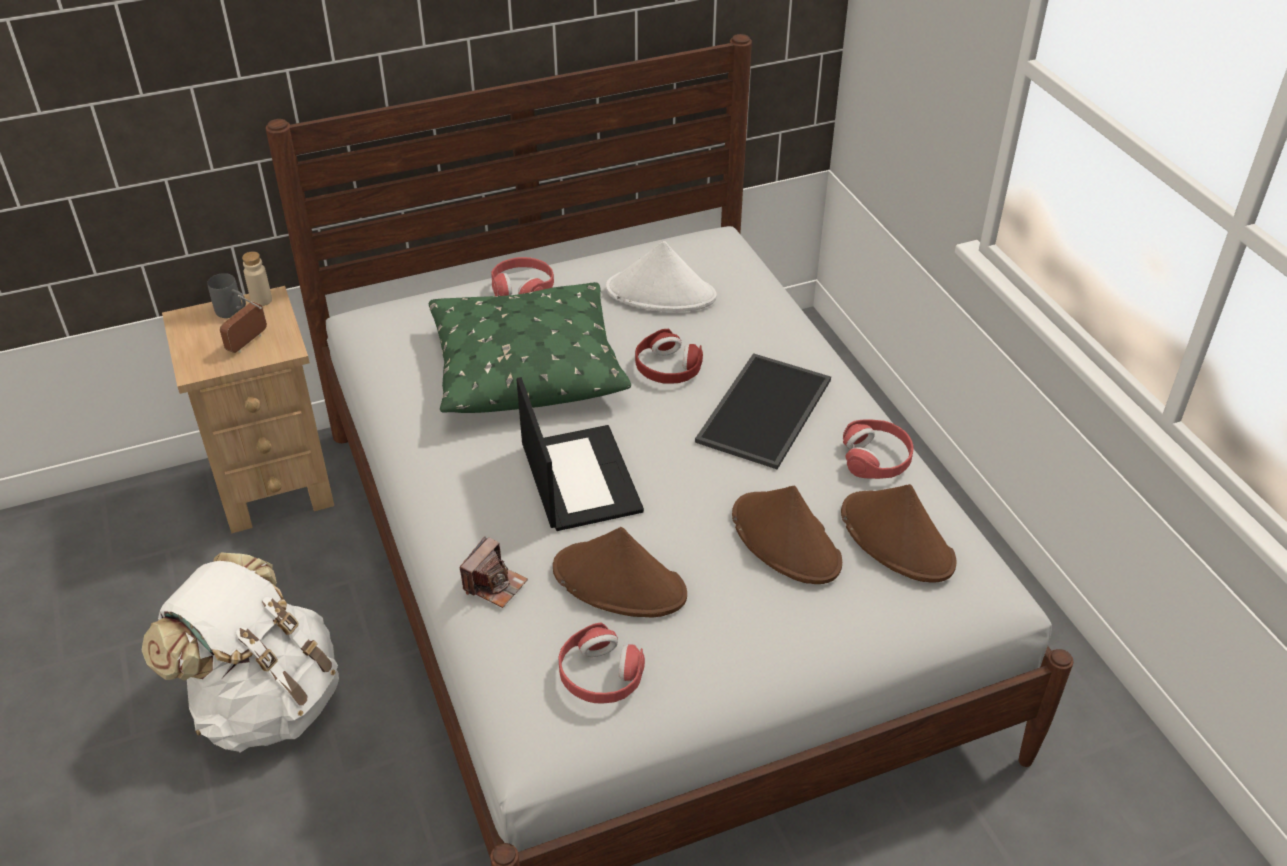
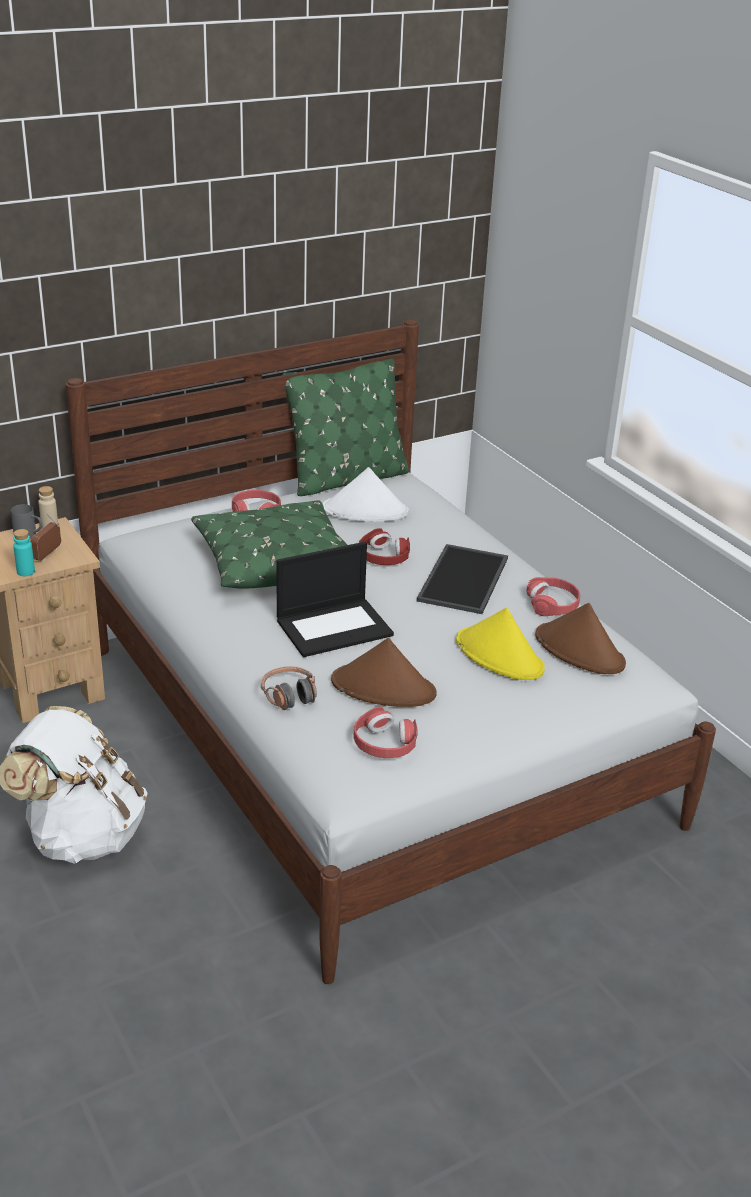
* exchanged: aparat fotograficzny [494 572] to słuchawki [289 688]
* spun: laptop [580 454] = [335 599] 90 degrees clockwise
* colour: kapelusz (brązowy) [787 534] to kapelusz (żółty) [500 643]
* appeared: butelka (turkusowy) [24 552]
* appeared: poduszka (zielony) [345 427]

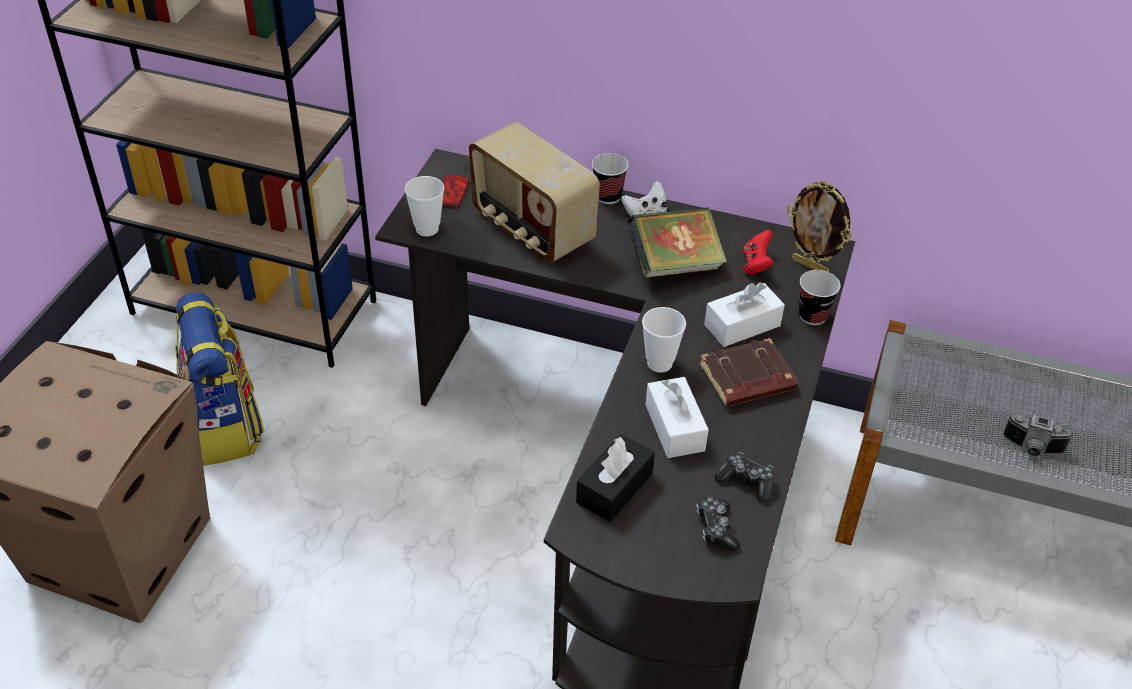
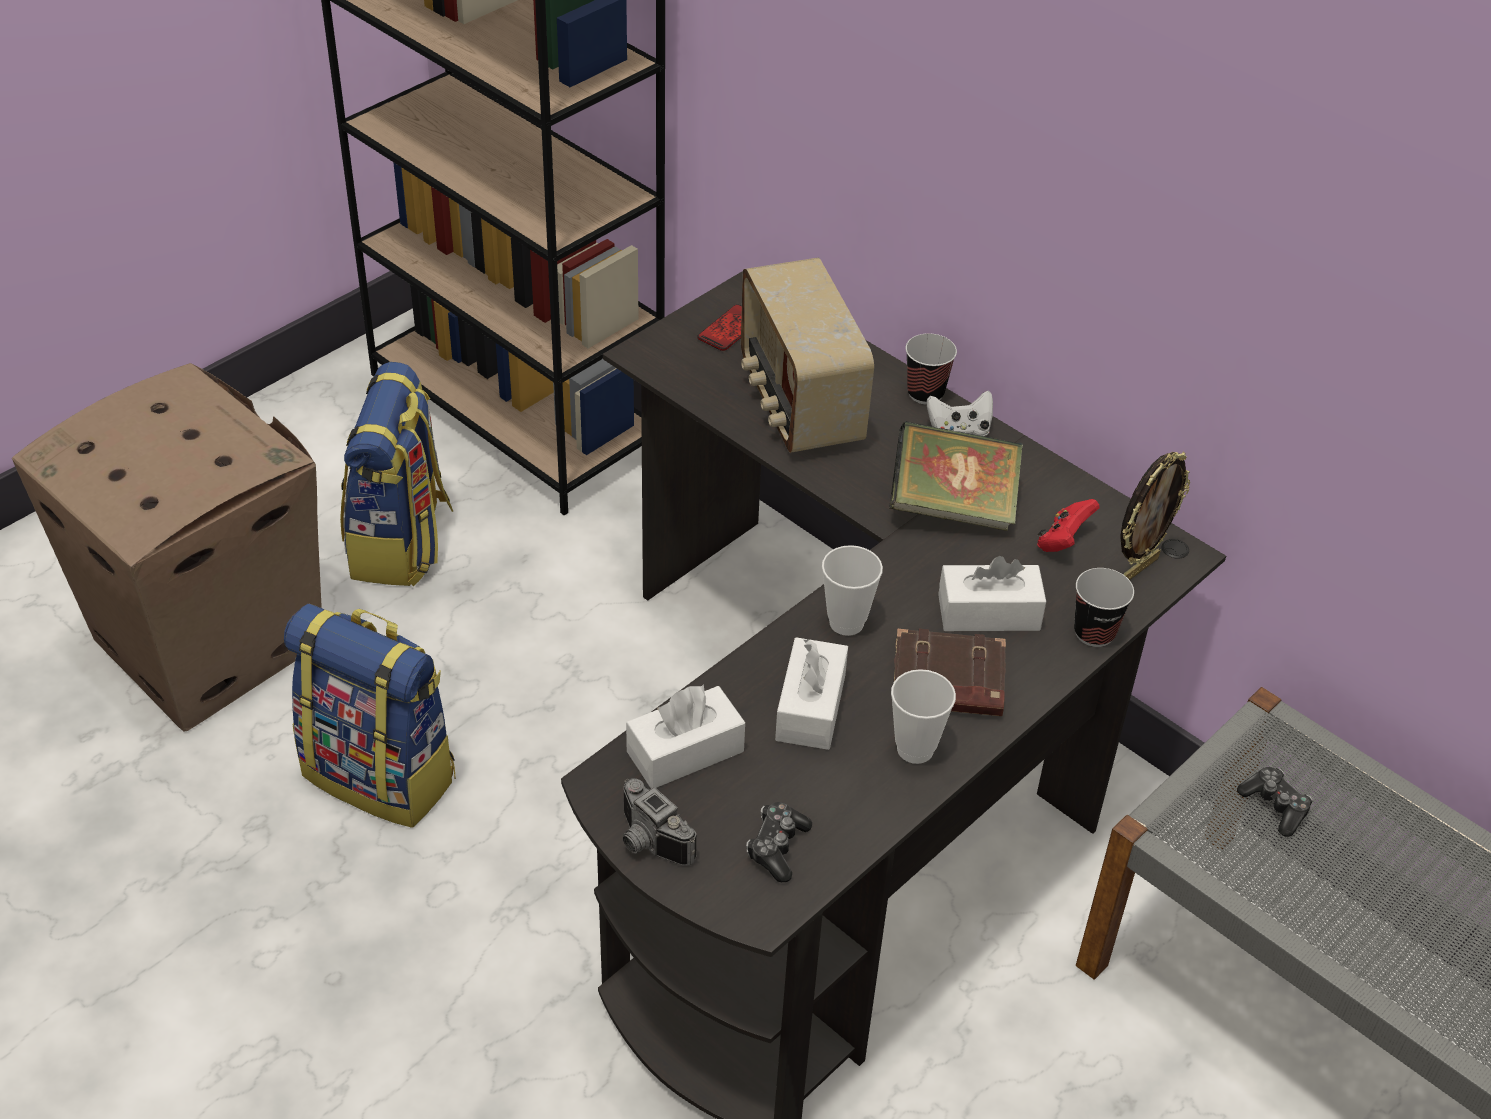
* relocated: filiżanka [424 206] to [923 716]
* colour: pudełko chusteczek (czarny) [615 478] to pudełko chusteczek (biały) [685 736]
* relocated: pad do gier [744 477] to [1275 802]
* spun: ramka na zdjęcie [819 226] = [1155 516] 105 degrees counterclockwise
* relocated: aparat fotograficzny [1038 434] to [659 822]
* appeared: plecak [370 716]

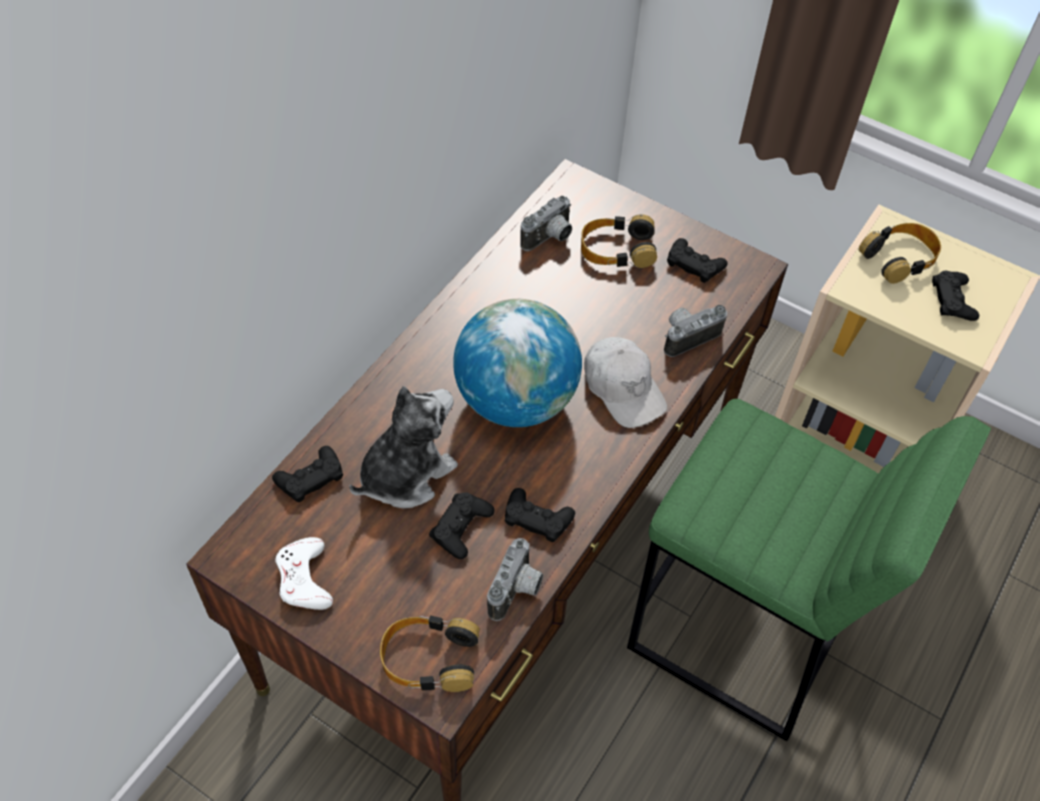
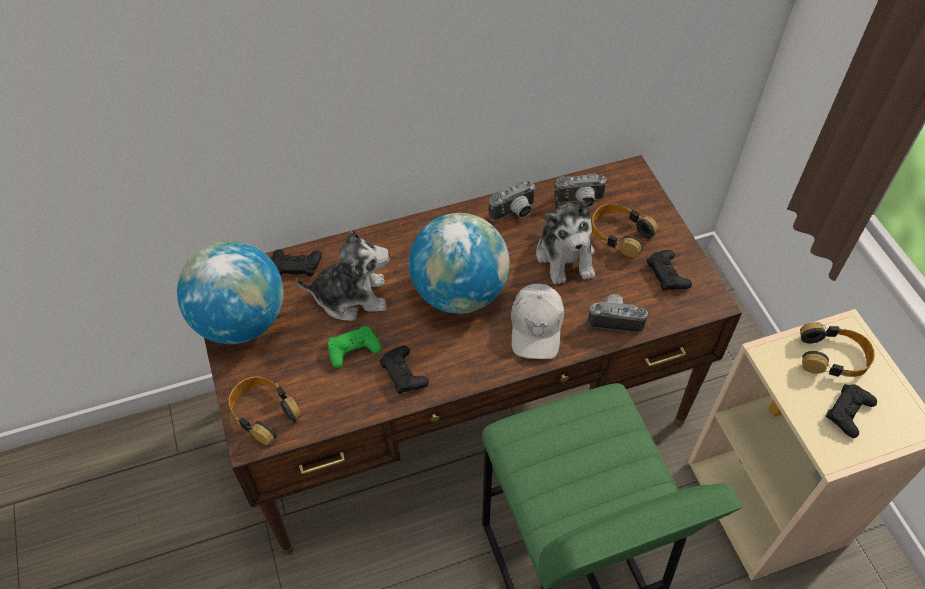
* exchanged: pad do gier (biały) [304 573] to globus [230 292]
* colour: pad do gier (czarny) [461 525] to pad do gier (zielony) [355 346]
* relocated: aparat fotograficzny [515 579] to [512 201]
* appeared: pluszak [565 240]

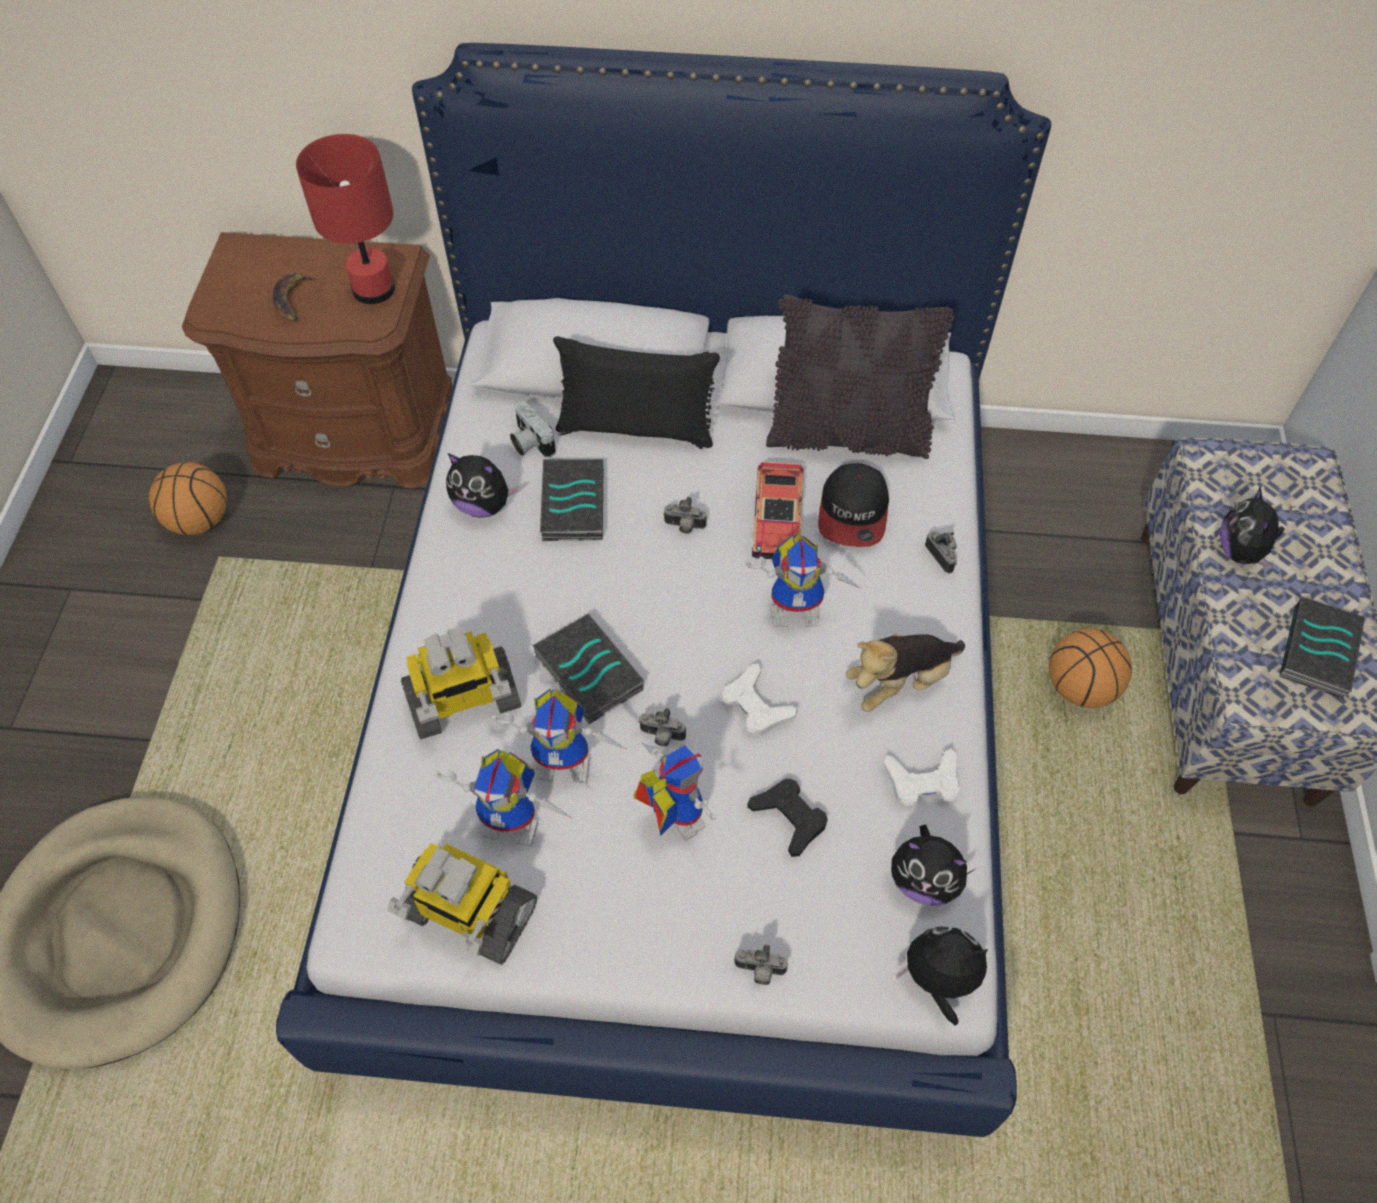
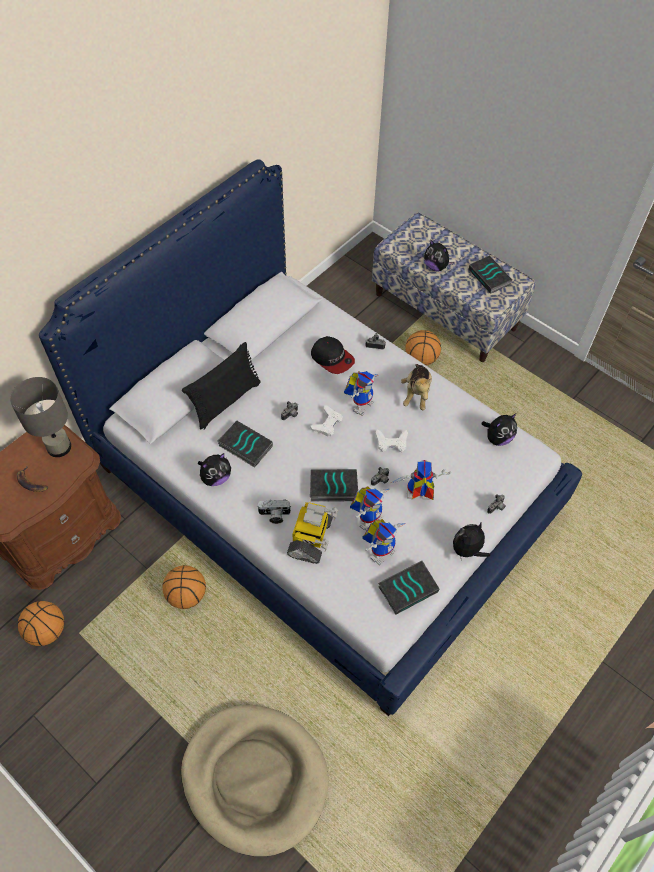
* colour: lampa stołowa (czerwony) [345 219] to lampa stołowa (szary) [40 417]
* exchanged: robot zabawkowy [462 904] to książka [408 588]
* relocated: aparat fotograficzny [533 429] to [274 512]
* missing: pad do gier (czarny) [787 817]
* missing: samochodzik [778 510]
* missing: poduszka (czarny) [860 376]
* relocated: pad do gier (biały) [922 777] to [326 420]
* relocated: pluszak [942 975] to [471 539]
* appeared: piłka do koszykówki [184 587]

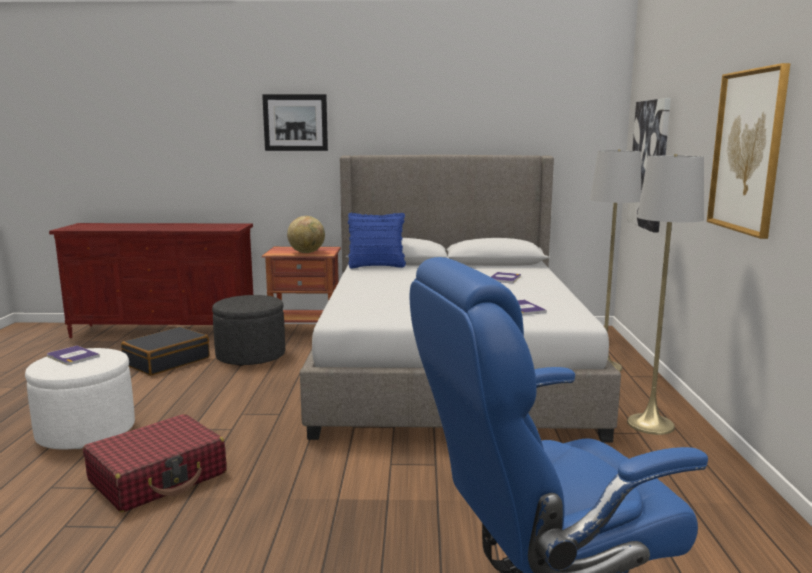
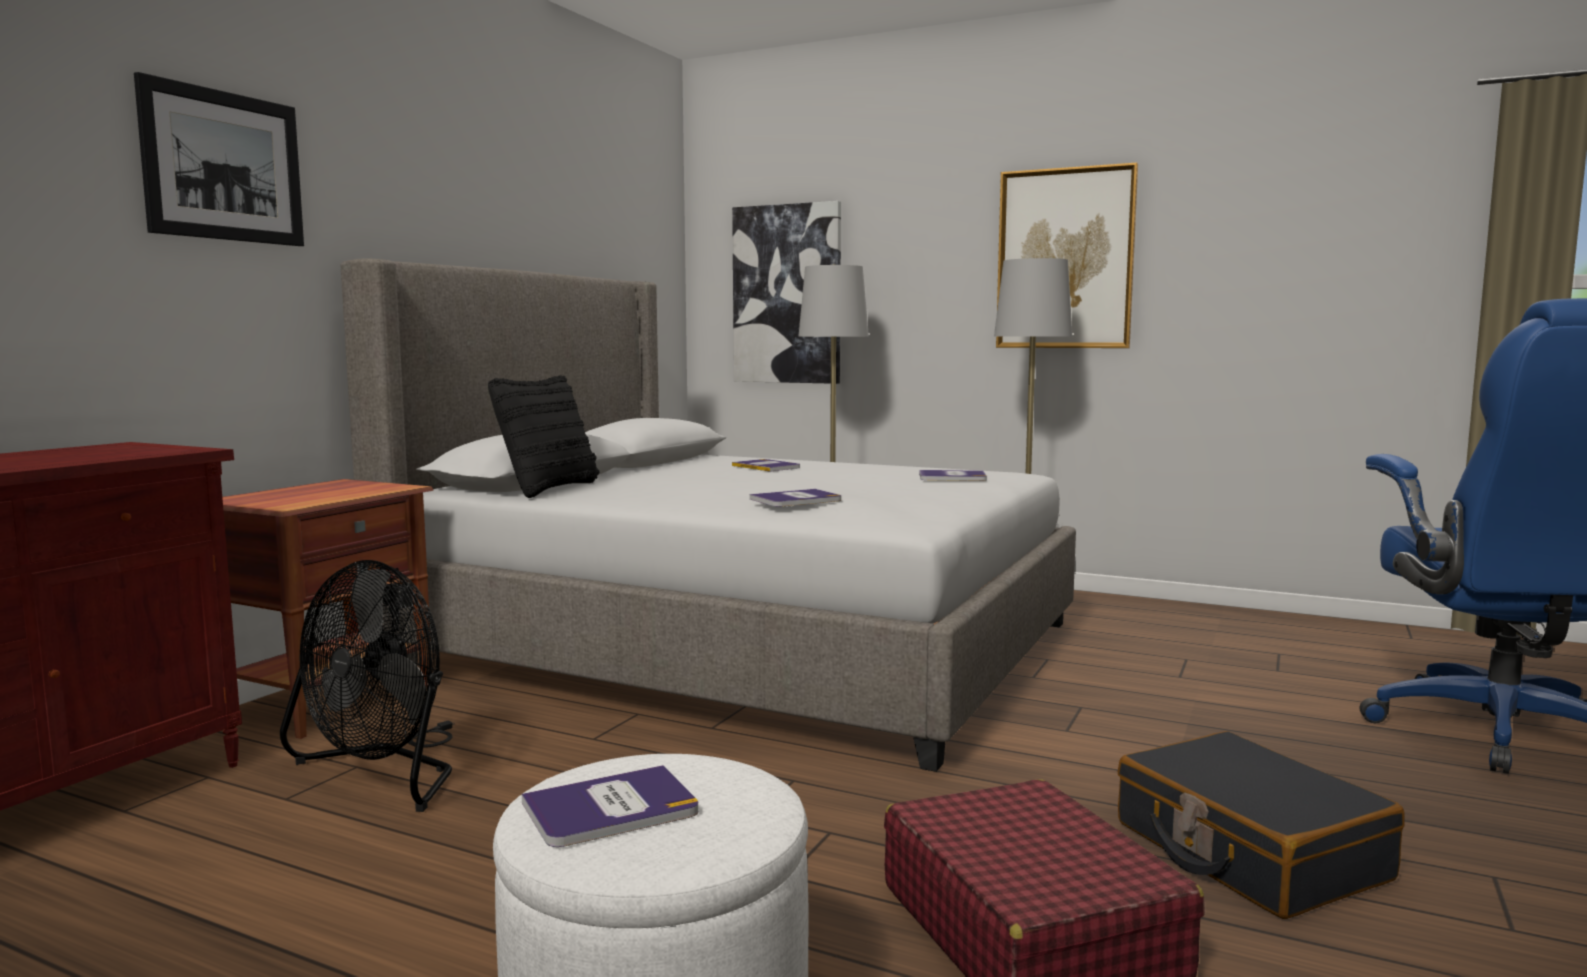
* relocated: walizka (czarny) [165 351] to [1261 825]
* exchanged: pufa (szary) [248 330] to wentylator (czarny) [367 686]
* missing: globus [306 234]
* colour: poduszka (niebieski) [377 241] to poduszka (czarny) [544 436]
* appeared: książka [795 498]

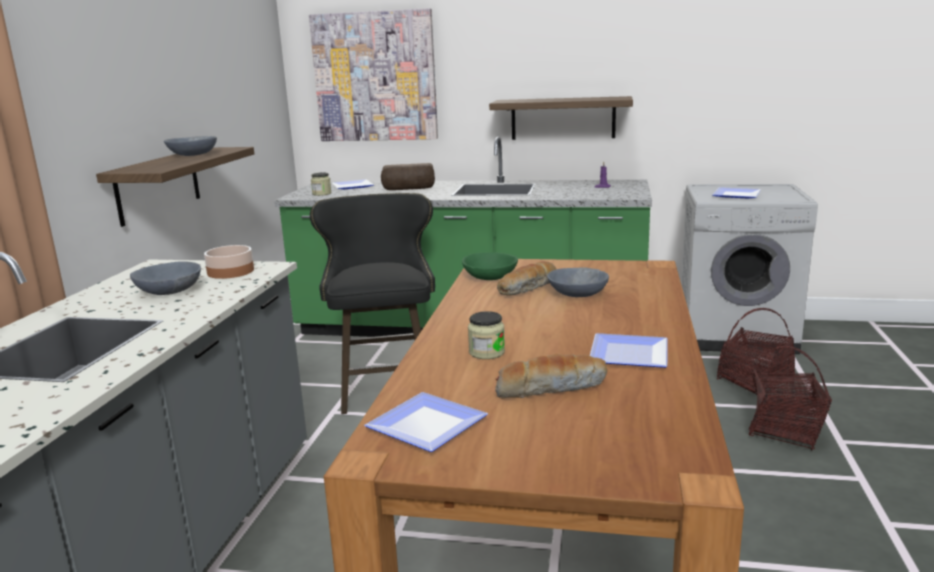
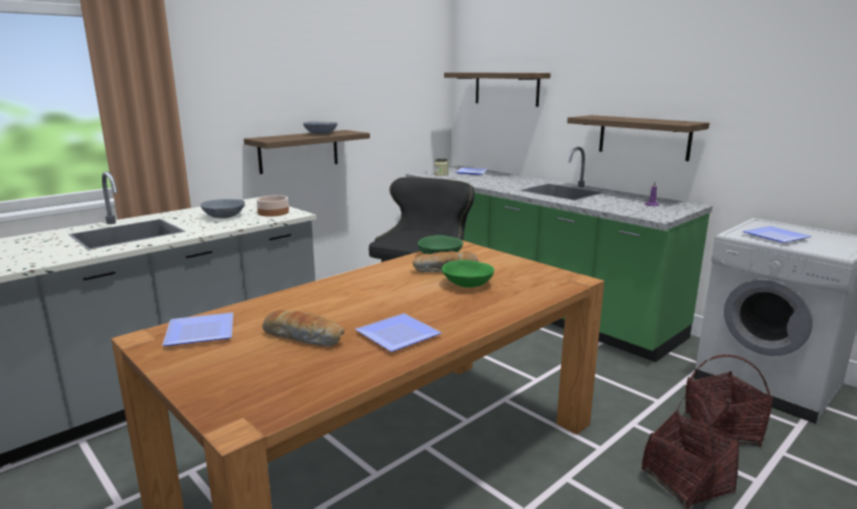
* exchanged: obraz [373 74] to półka [497 89]
* missing: chleb [408 176]
* missing: słoik [486 335]
* colour: miska (szary) [578 282] to miska (zielony) [468 274]

